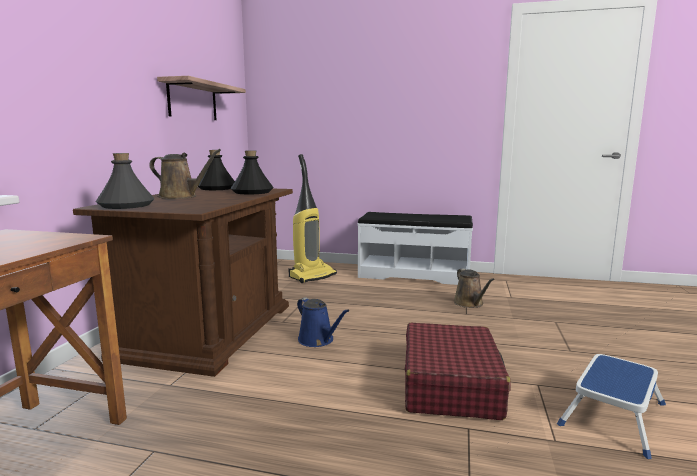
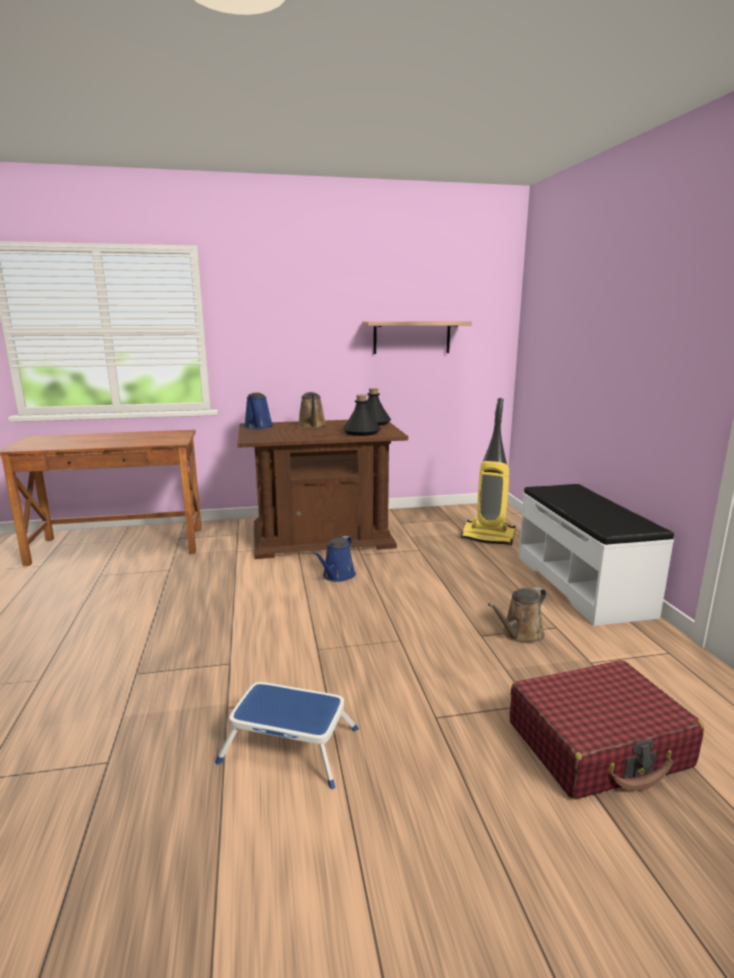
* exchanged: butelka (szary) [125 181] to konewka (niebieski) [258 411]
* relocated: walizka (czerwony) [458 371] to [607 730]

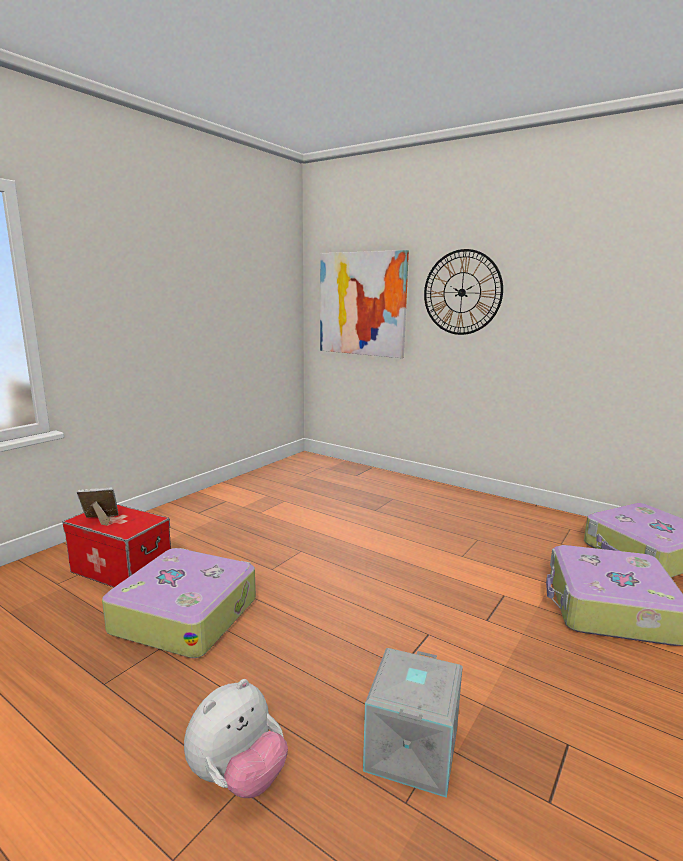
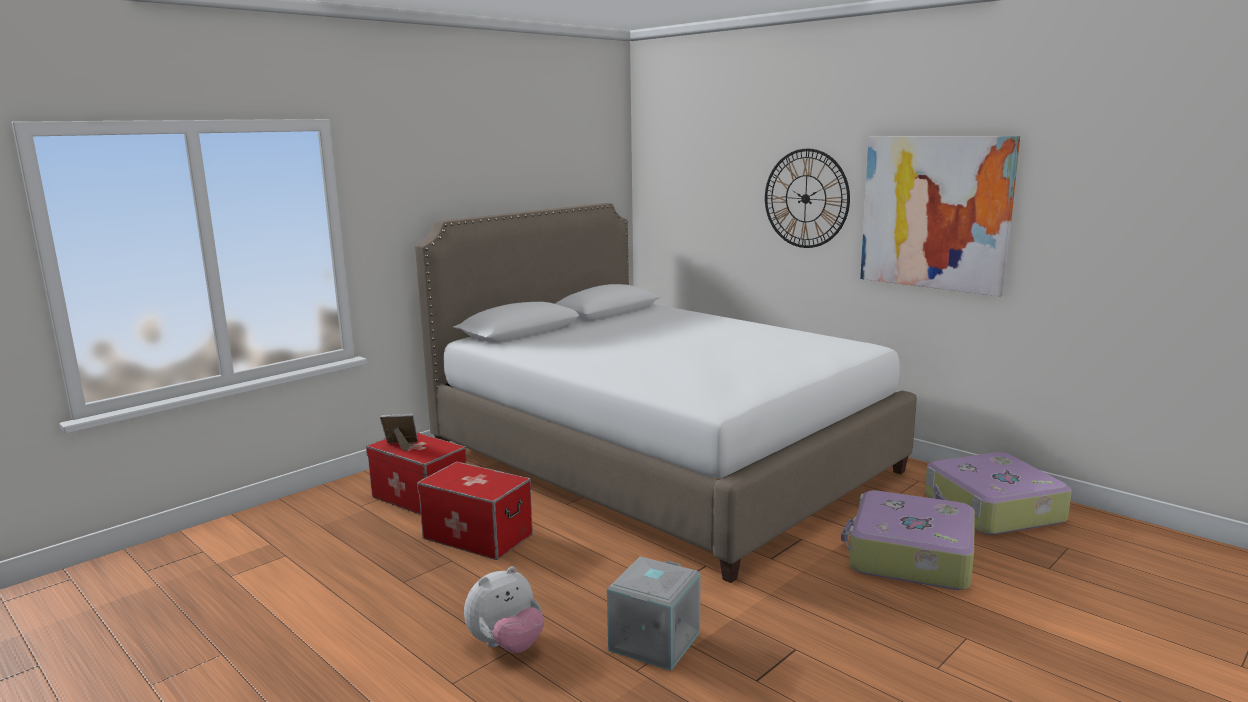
* exchanged: walizka [179 603] to pojemnik do przechowywania [475 511]
* relocated: obraz [364 304] to [940 216]
* appeared: łóżko (biały) [666 393]

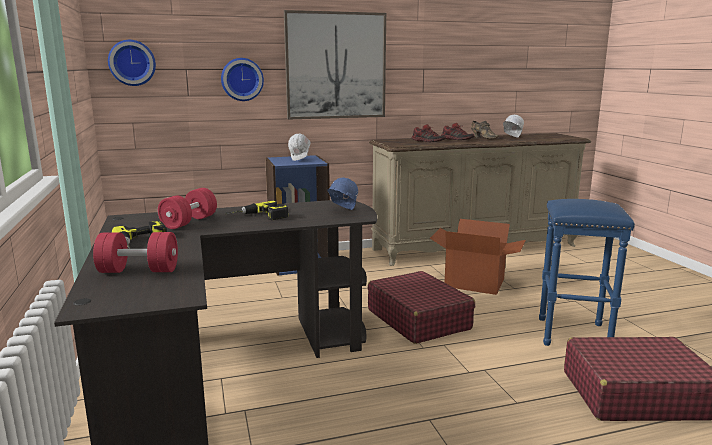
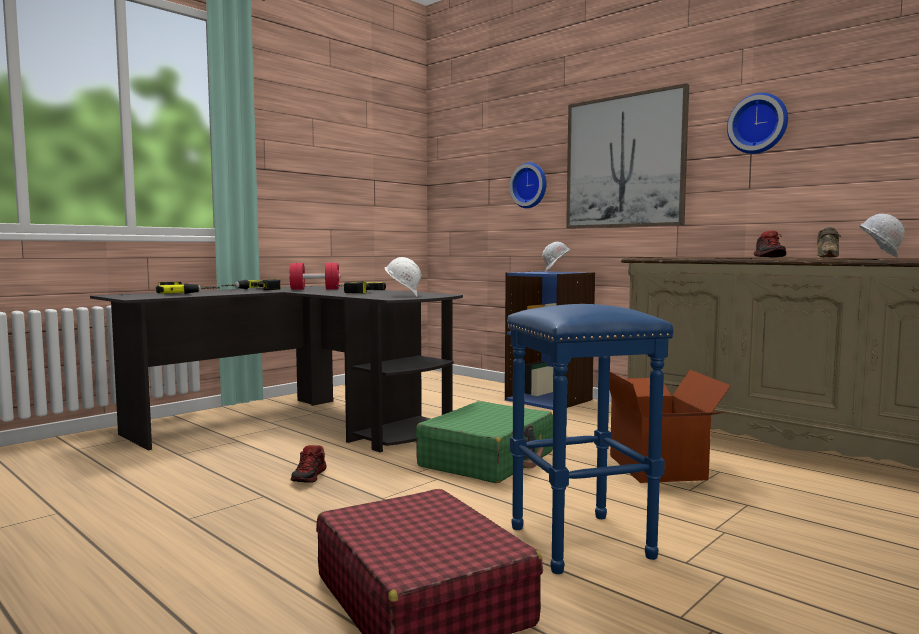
* exchanged: hantel (czerwony) [135 252] to wiertarka [188 288]
* relocated: zegar ścienny [132 63] to [757 123]
* colour: kask (niebieski) [342 193] to kask (biały) [403 276]
* colour: walizka (czerwony) [421 307] to walizka (zielony) [484 442]
* relocated: but [429 133] to [308 464]

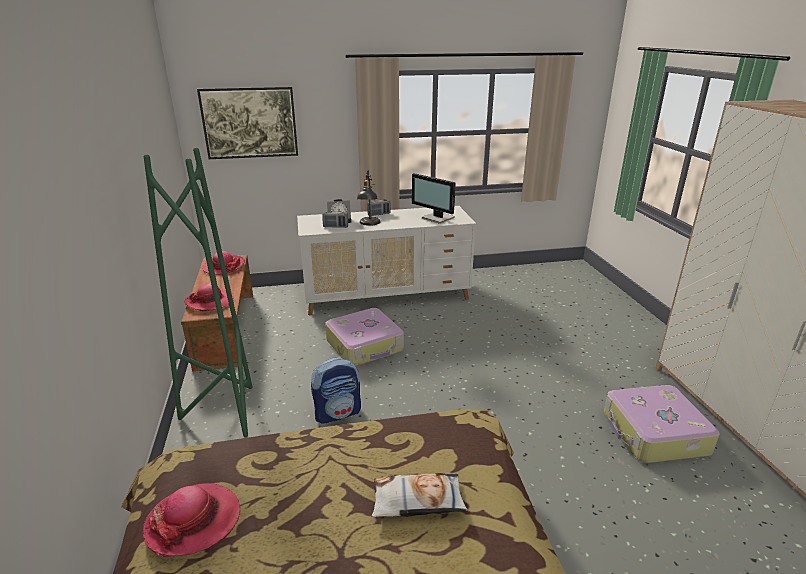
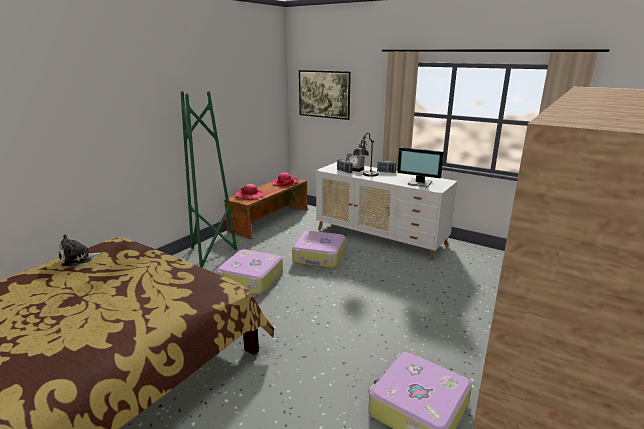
* exchanged: kapelusz [191 520] to pluszak [81 250]
* exchanged: plecak [336 390] to walizka [249 272]
* missing: poduszka [419 495]
* spun: monitor [434 198] = [420 167] 60 degrees counterclockwise

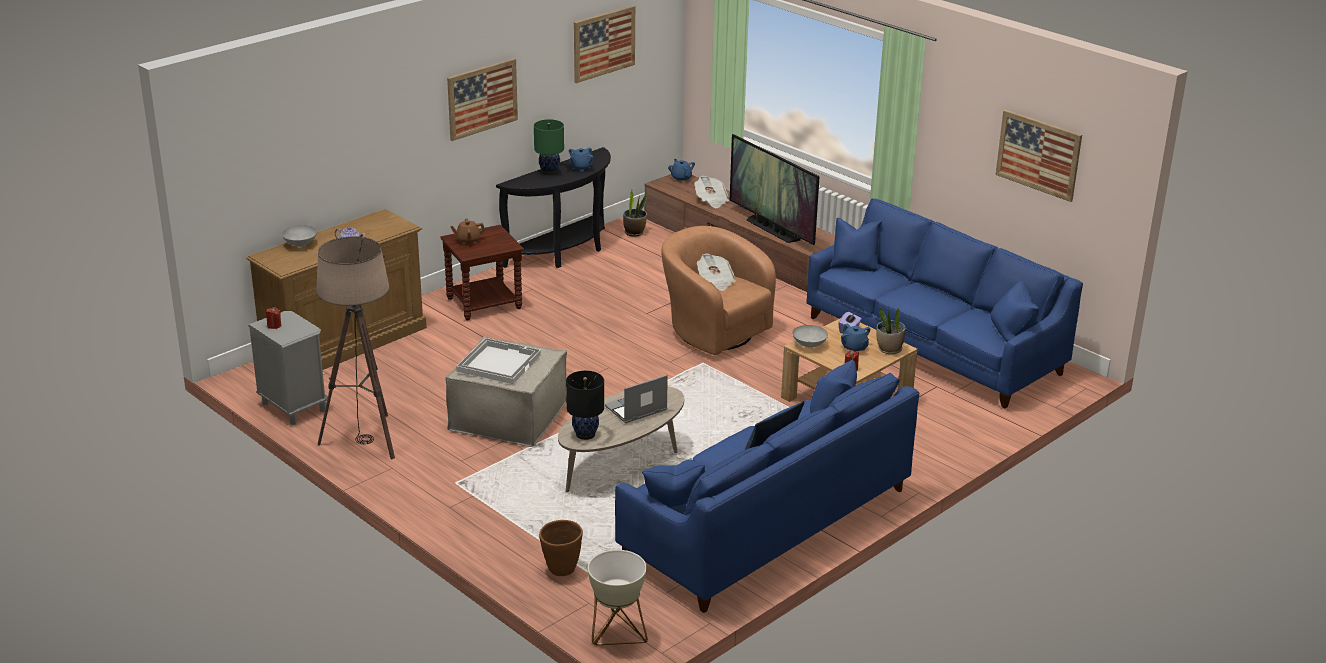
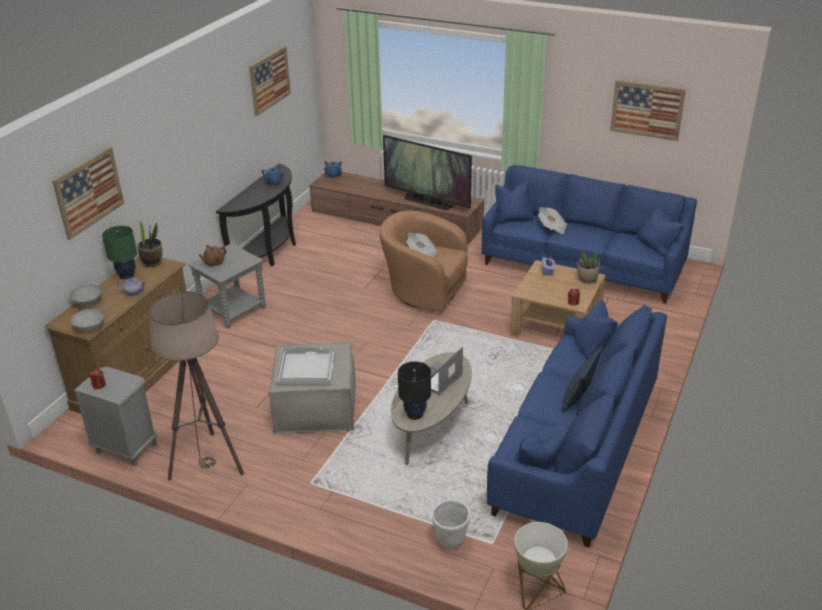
* colour: stolik (brązowy) [482 273] to stolik (szary) [227 286]
* relocated: obraz [482 99] to [88 193]
* relocated: lampa stołowa (zielony) [549 147] to [119 252]
* colour: donica (brązowy) [561 548] to donica (biały) [451 524]
* relocated: roślina doniczkowa [635 212] to [149 244]
* relocated: gazeta [711 192] to [552 220]
* relocated: miska (szary) [810 336] to [88 320]
* missing: imbryk (niebieski) [855 337]

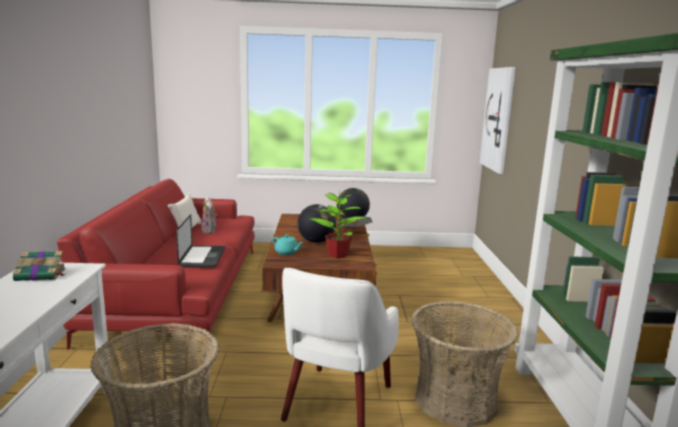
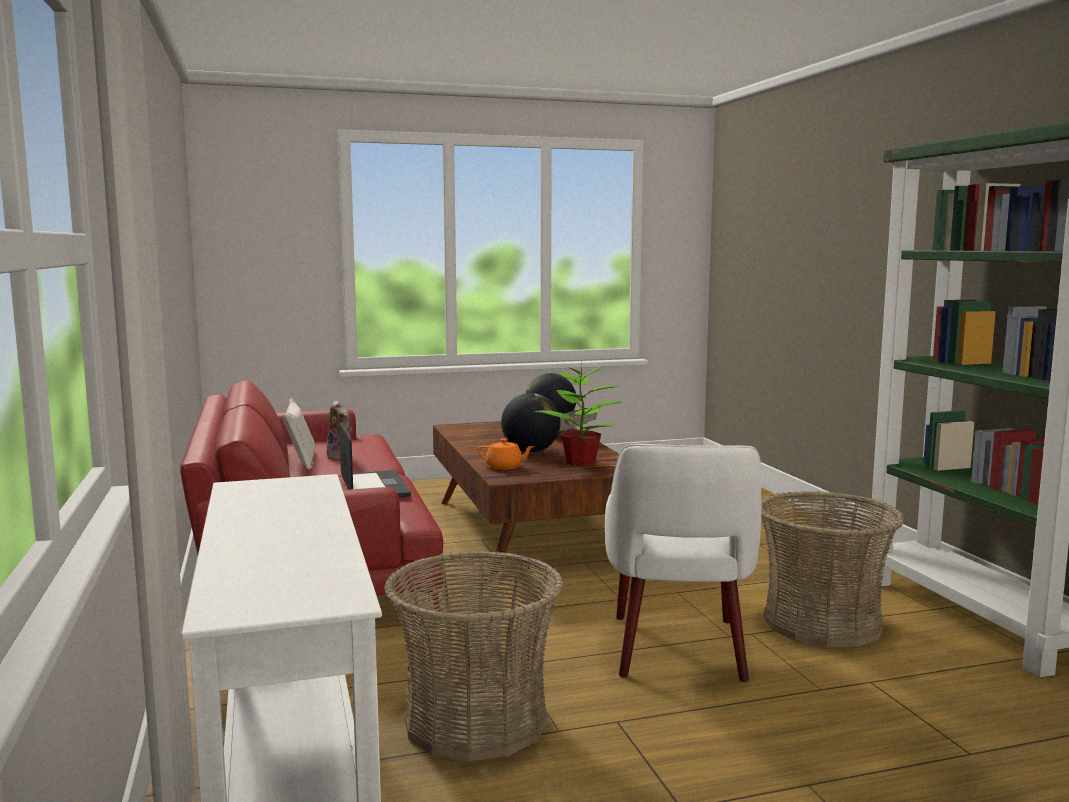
* missing: książka [39 266]
* colour: imbryk (turkusowy) [288 245] to imbryk (pomarańczowy) [506 454]
* missing: obraz [498 120]

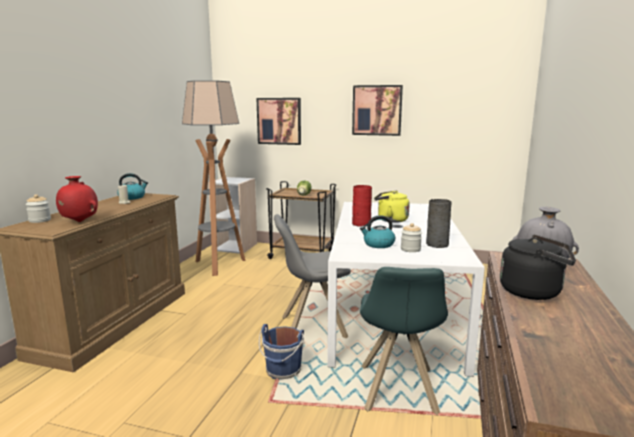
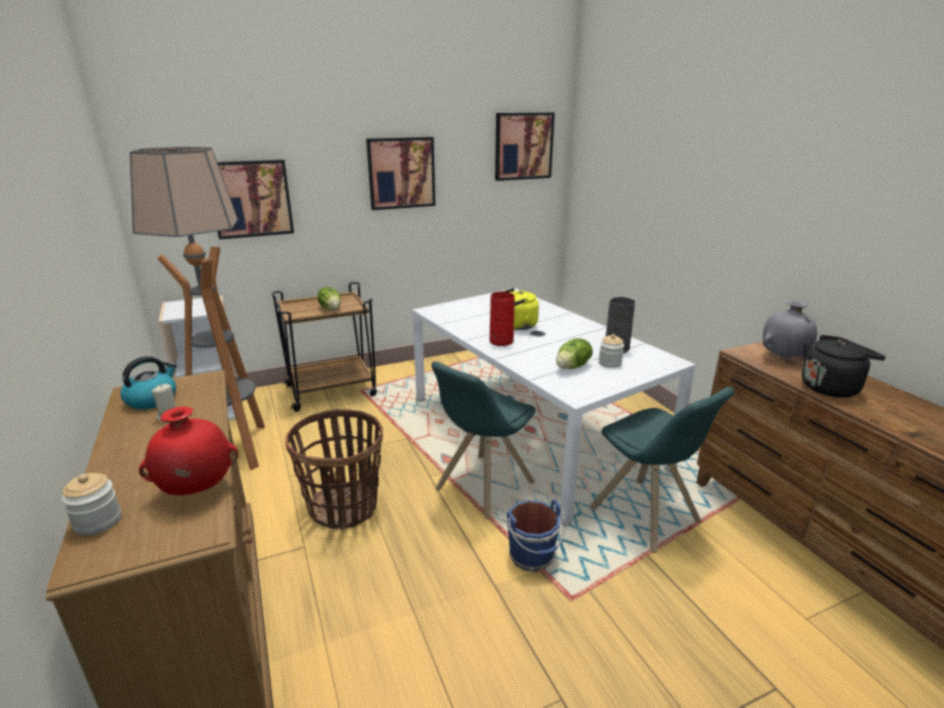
* colour: krzesło (szary) [312 276] to krzesło (turkusowy) [484 440]
* exchanged: czajnik [377 231] to sałata [574 353]
* appeared: koszyk [334 469]
* appeared: obraz [525 146]

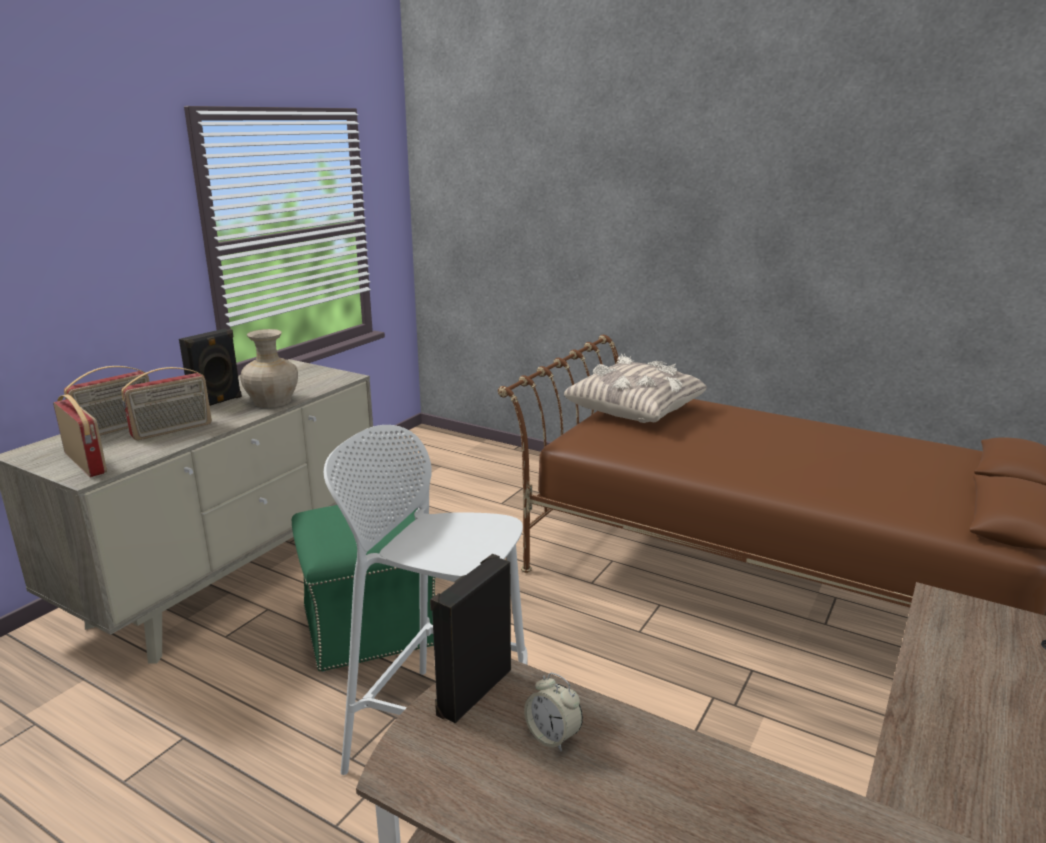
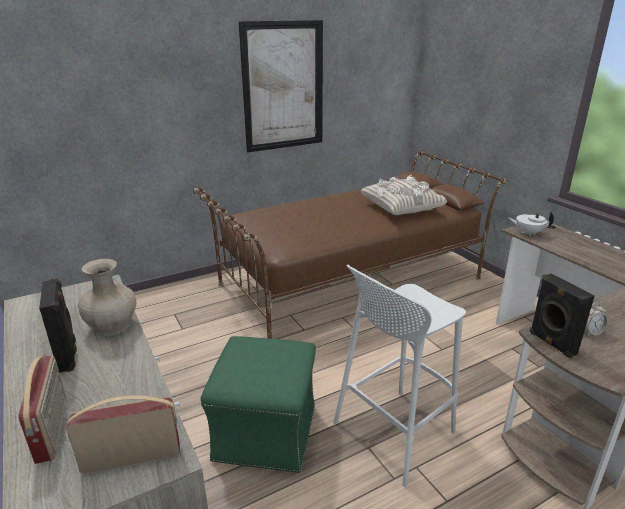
* missing: radio [166 403]
* relocated: poduszka (beżowy) [635 388] to [404 195]
* appeared: obraz [280 86]
* appeared: imbryk (biały) [531 223]

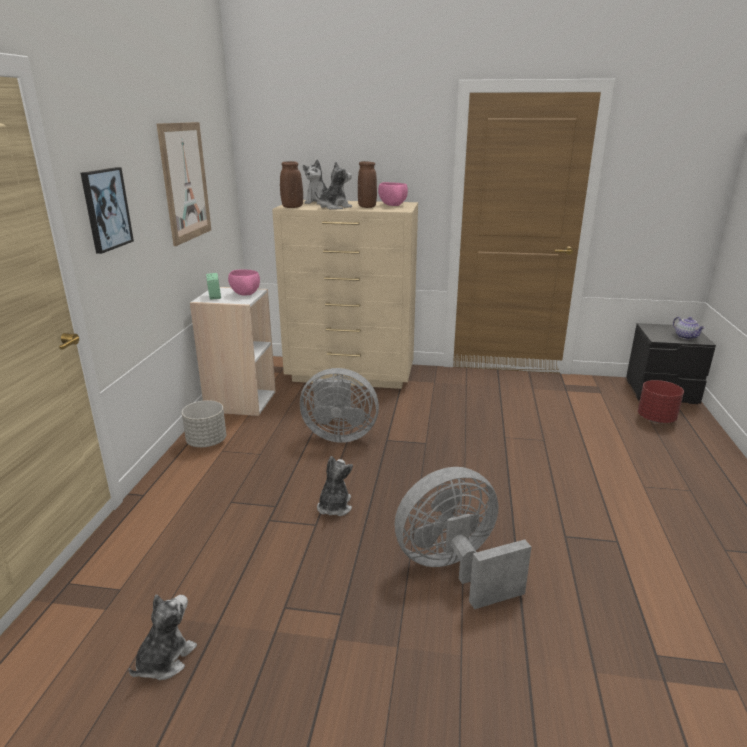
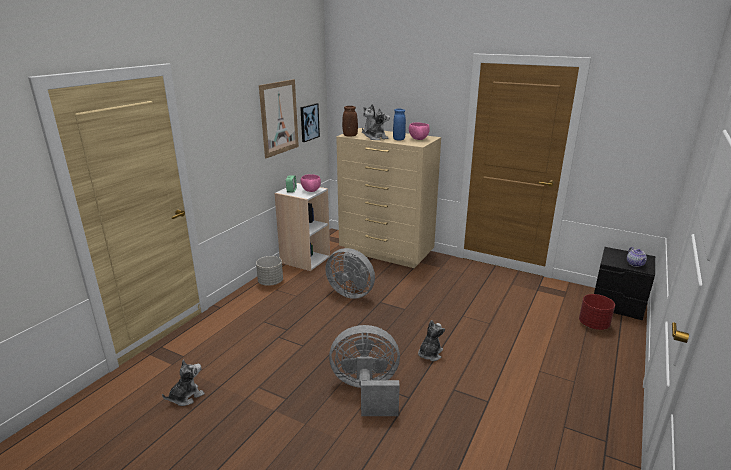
* relocated: obraz [107 210] to [310 122]
* relocated: pluszak [335 486] to [431 340]
* colour: wazon (brązowy) [367 184] to wazon (niebieski) [399 124]

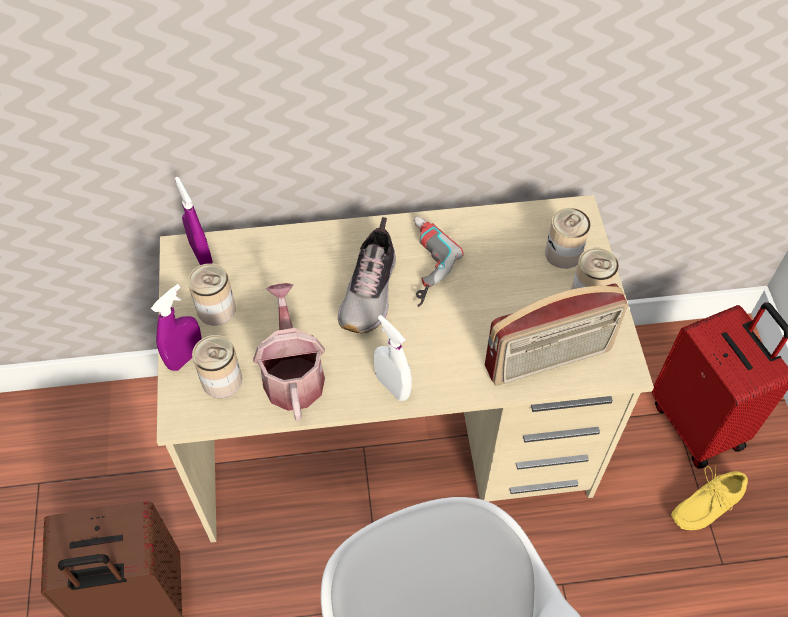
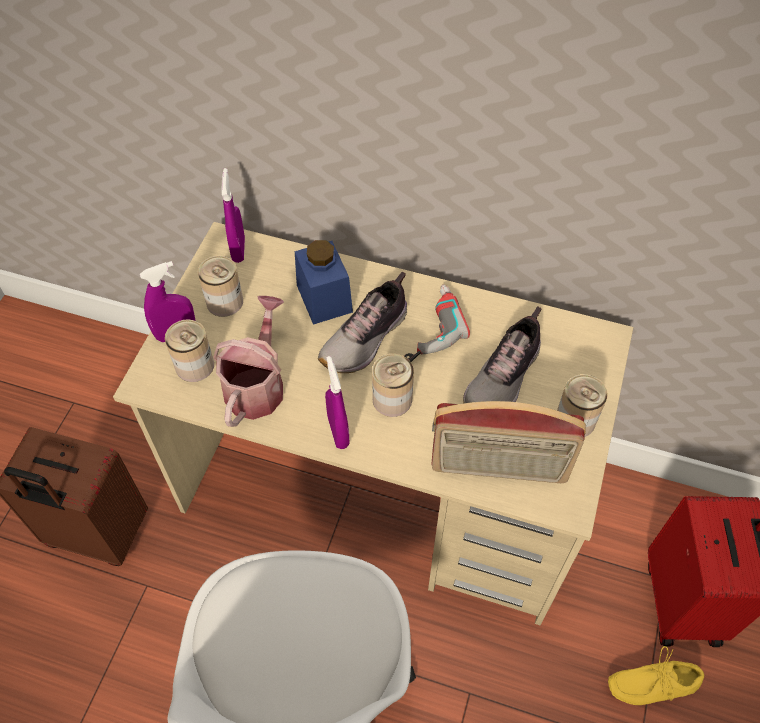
* colour: spryskiwacz (biały) [393 358] to spryskiwacz (fioletowy) [337 402]
* relocated: puszka [568 238] to [393 385]
* appeared: słoik (niebieski) [324 282]
* appeared: but [502 355]

